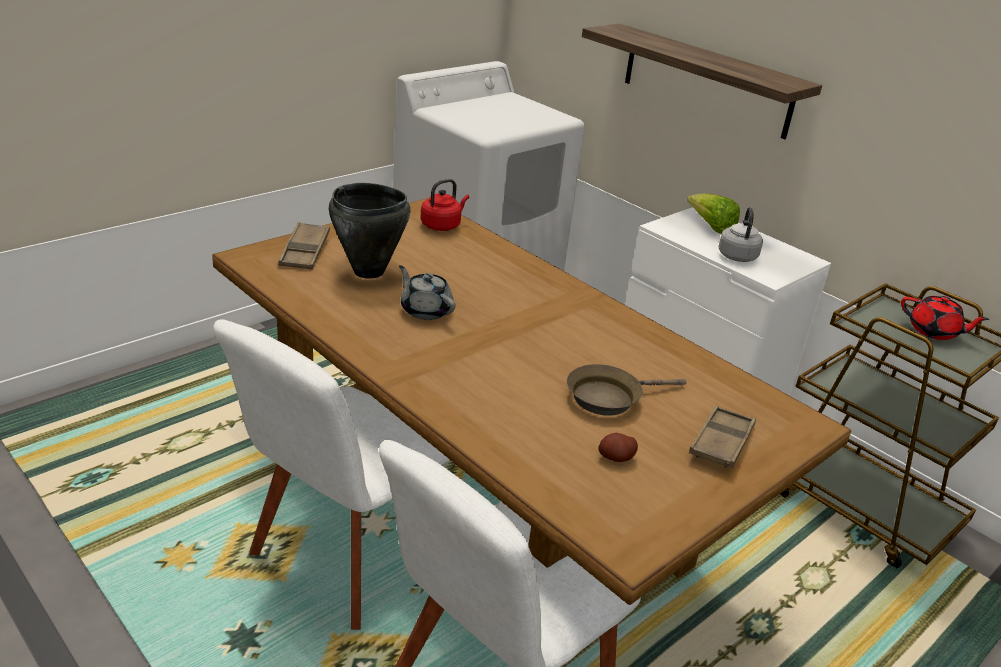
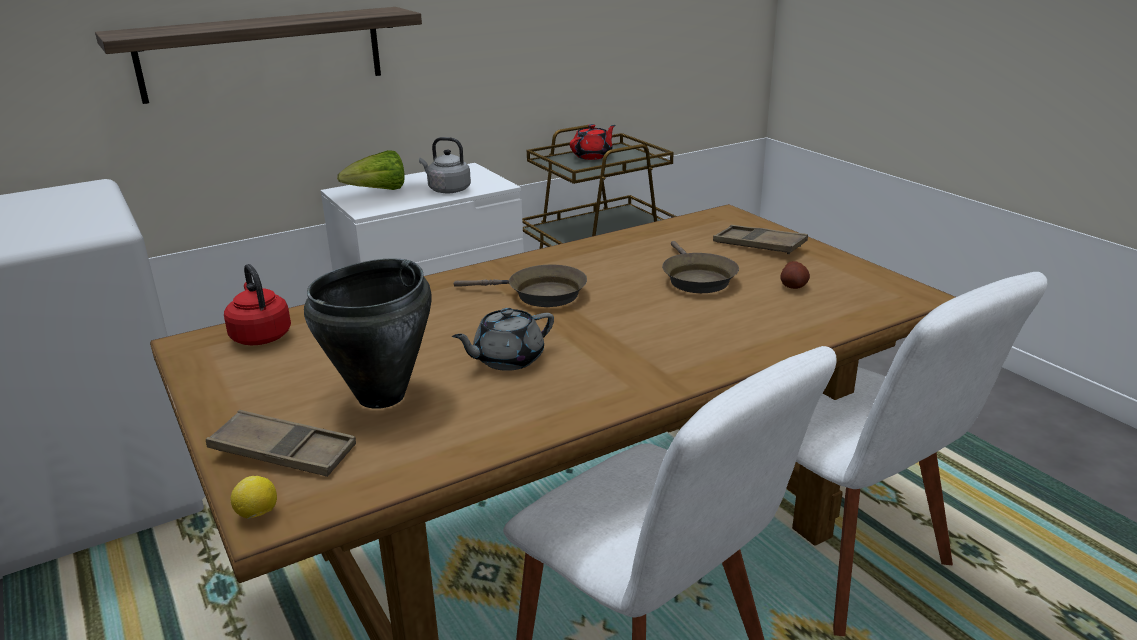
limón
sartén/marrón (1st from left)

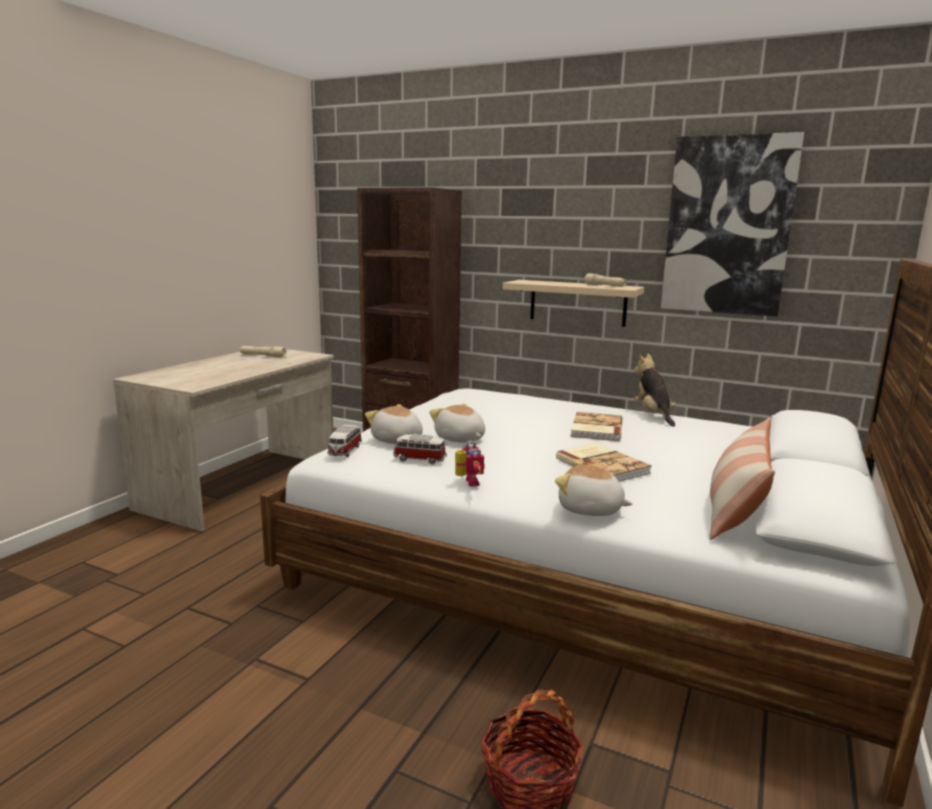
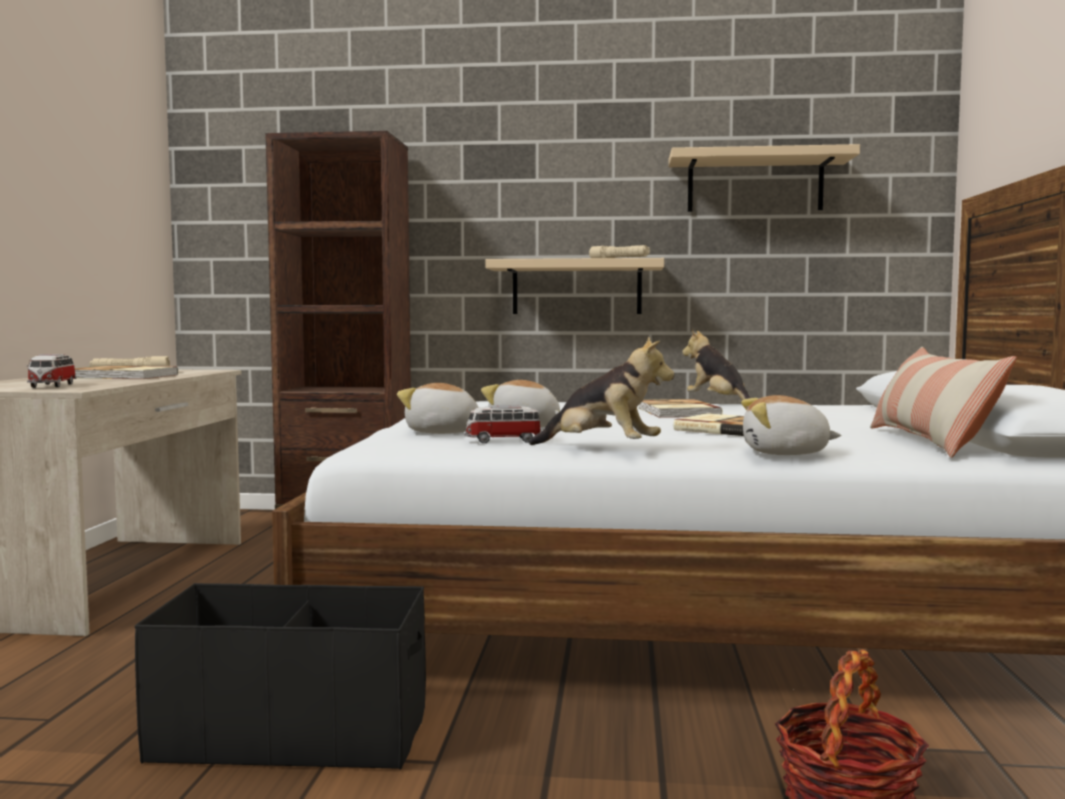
coche de juguete (1st from left)
peluche (3rd from left)
estante/beis (2nd from left)
libro (1st from left)
caja de almacenaje/negro

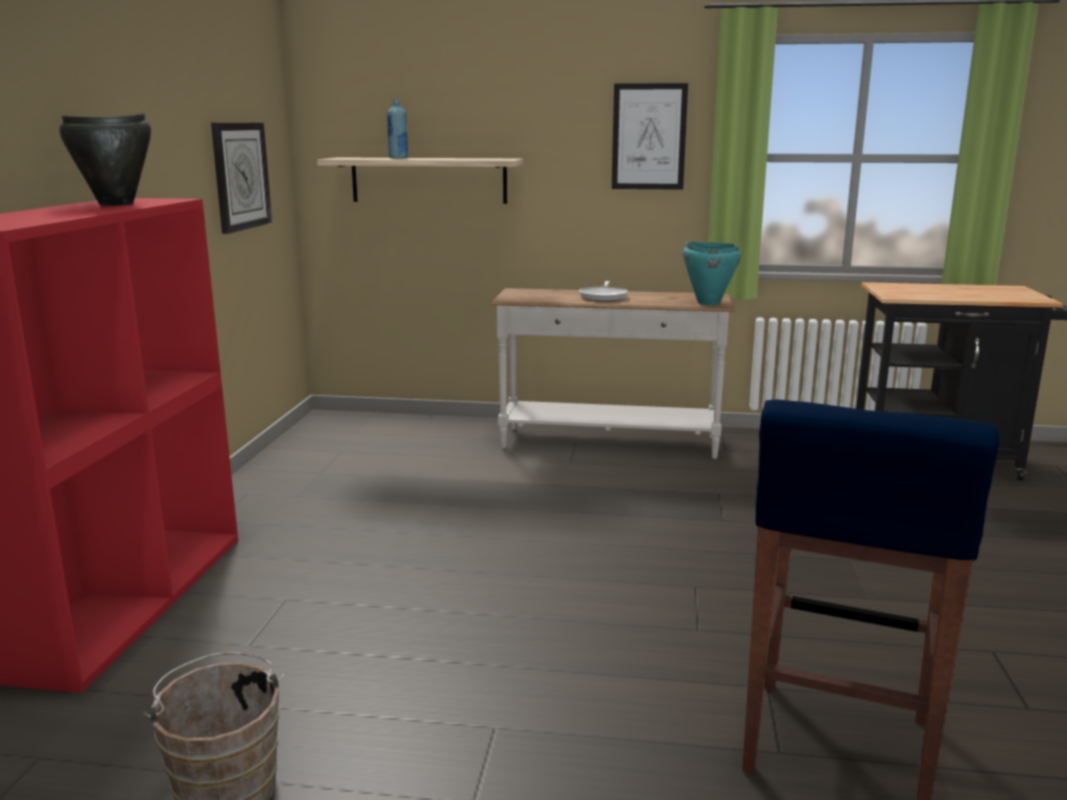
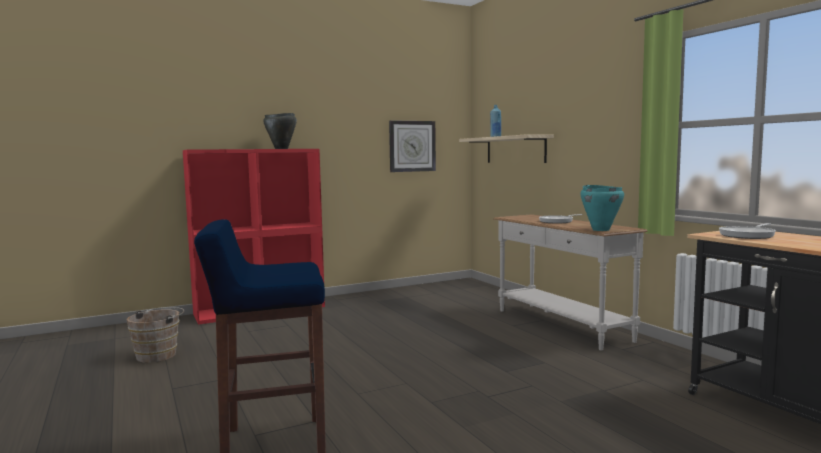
cuadro
sartén (2nd from left)

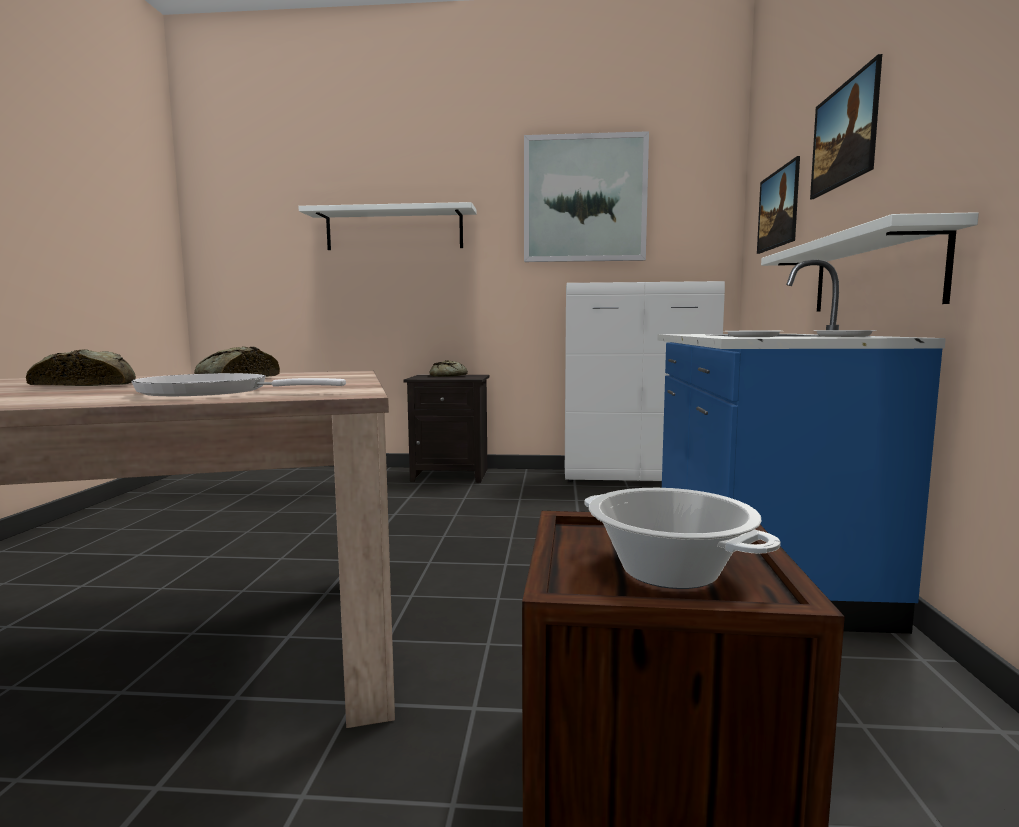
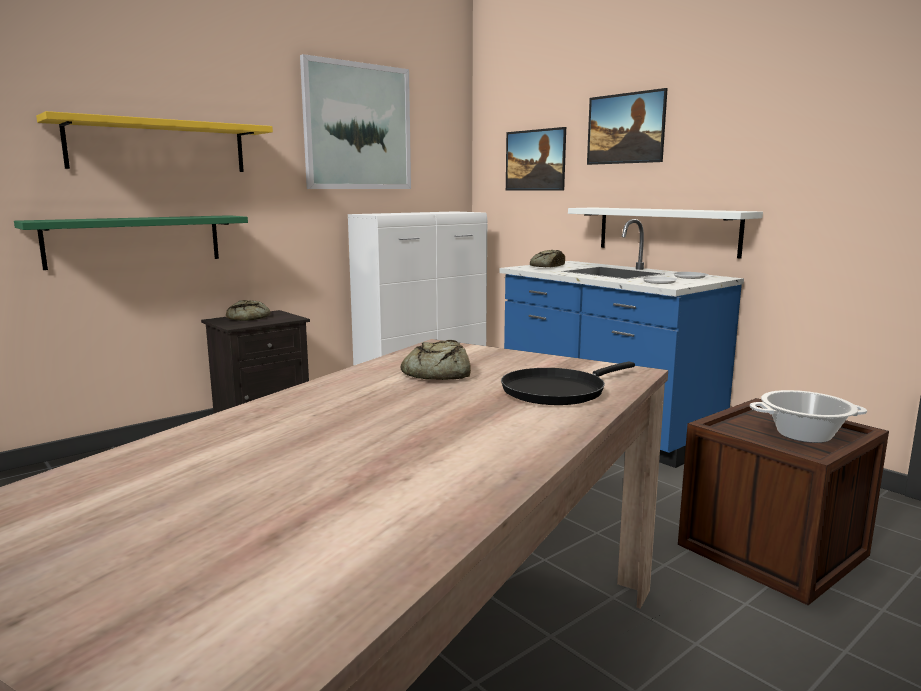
pan (3rd from left)
sartén/negro
estante/amarillo
estante/verde

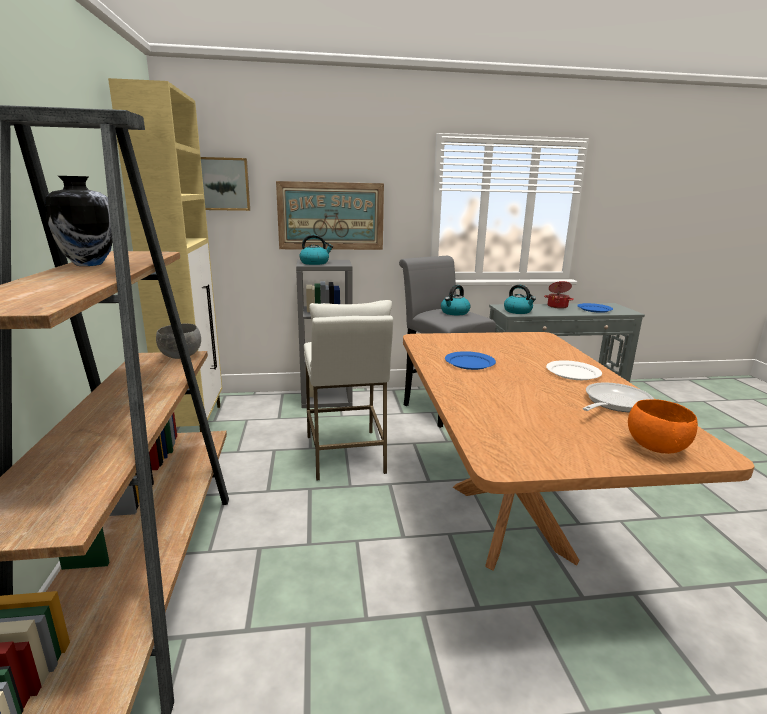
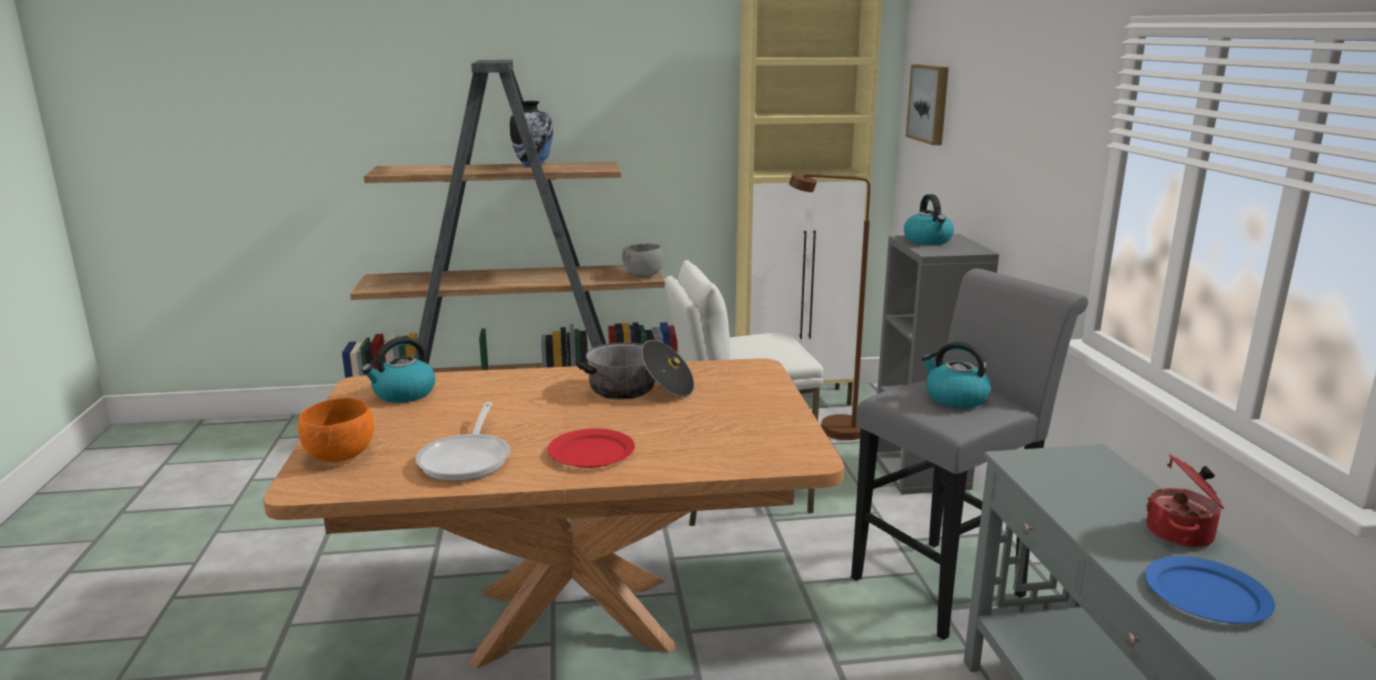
cuadro (2nd from left in the first image)
olla (1st from left)
hervidor (1st from left)
plato/rojo
sartén
lámpara de pie/marrón

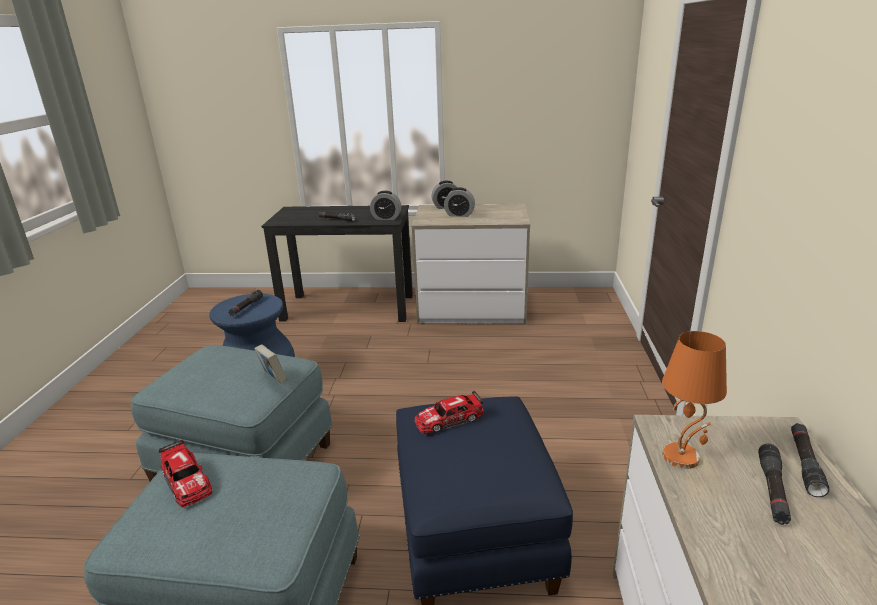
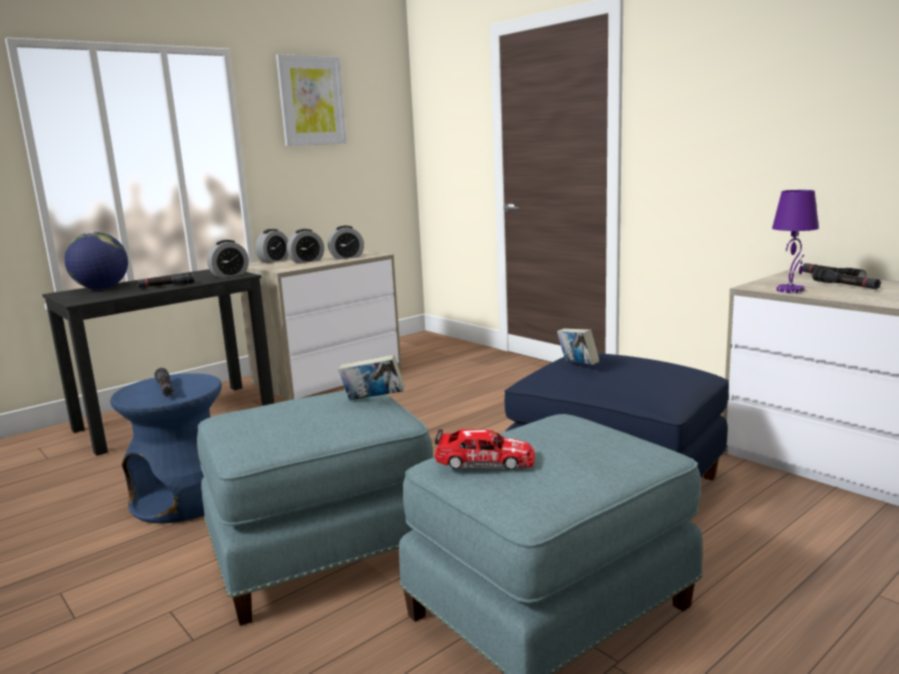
libro (2nd from left)
lámpara de mesa/morado
globo terráqueo
cuadro
despertador (4th from left)

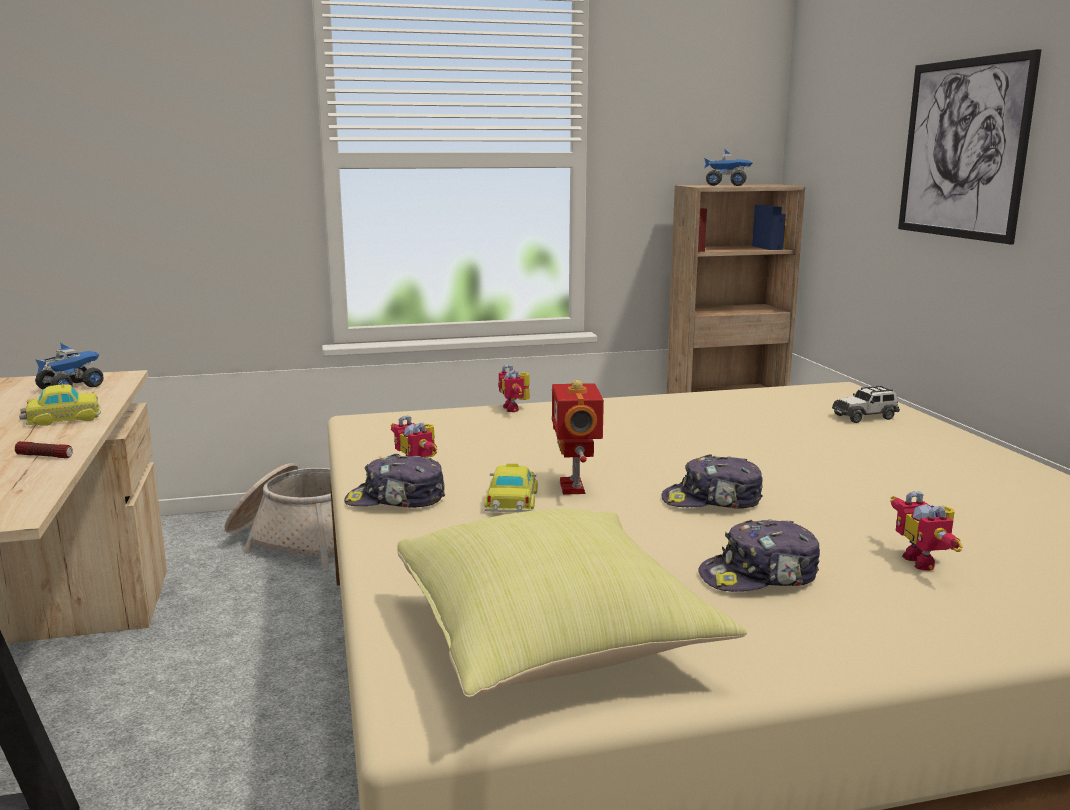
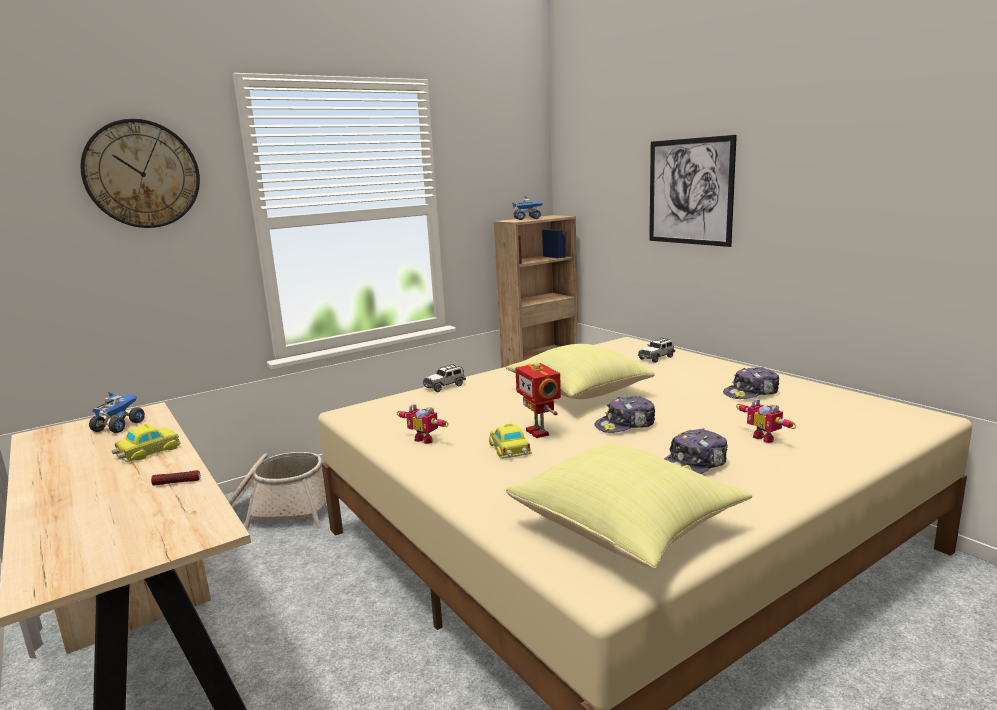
gorra (3rd from left)
coche de juguete (2nd from left)
reloj de pared
cojín/amarillo (1st from left)

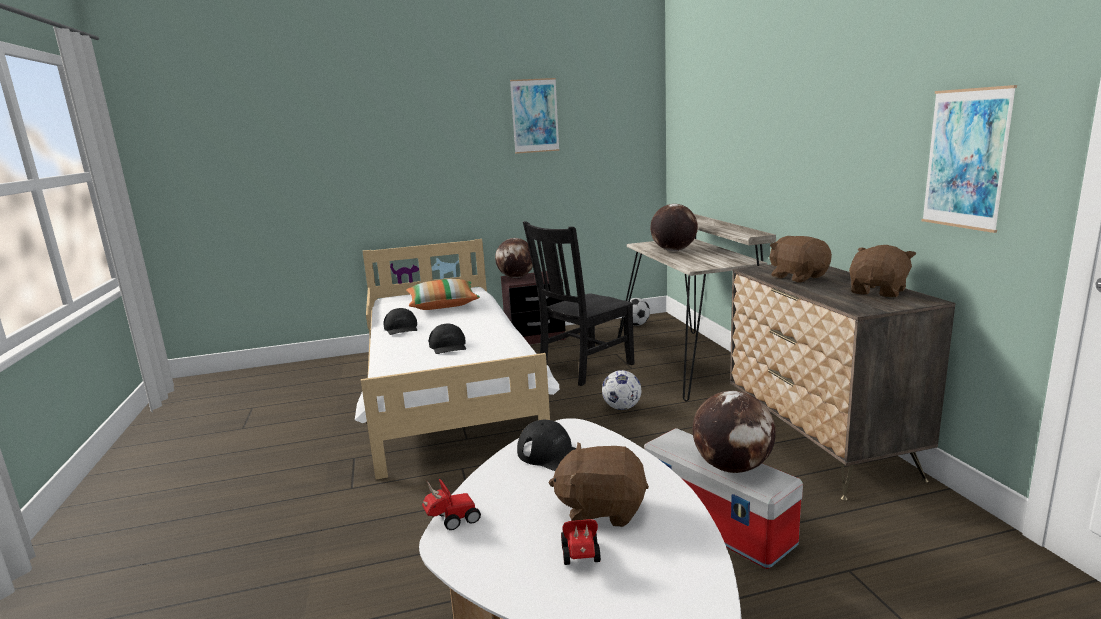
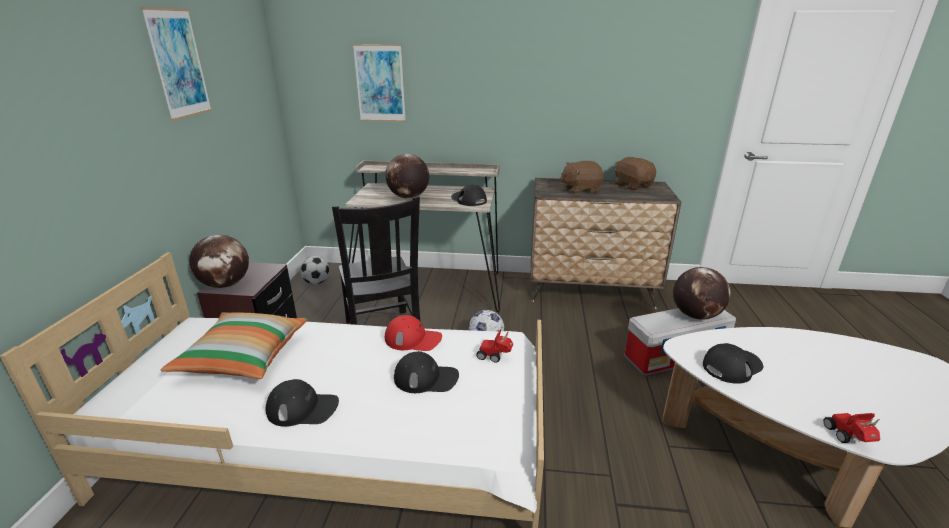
peluche/marrón (1st from left in the first image)
coche de juguete (1st from left)
cuadro (2nd from left)
gorra/rojo
gorra/negro (3rd from left)

